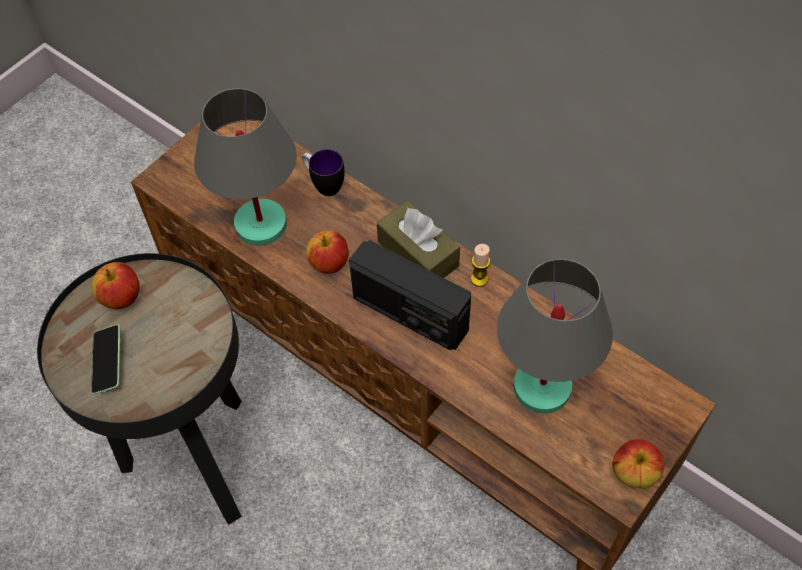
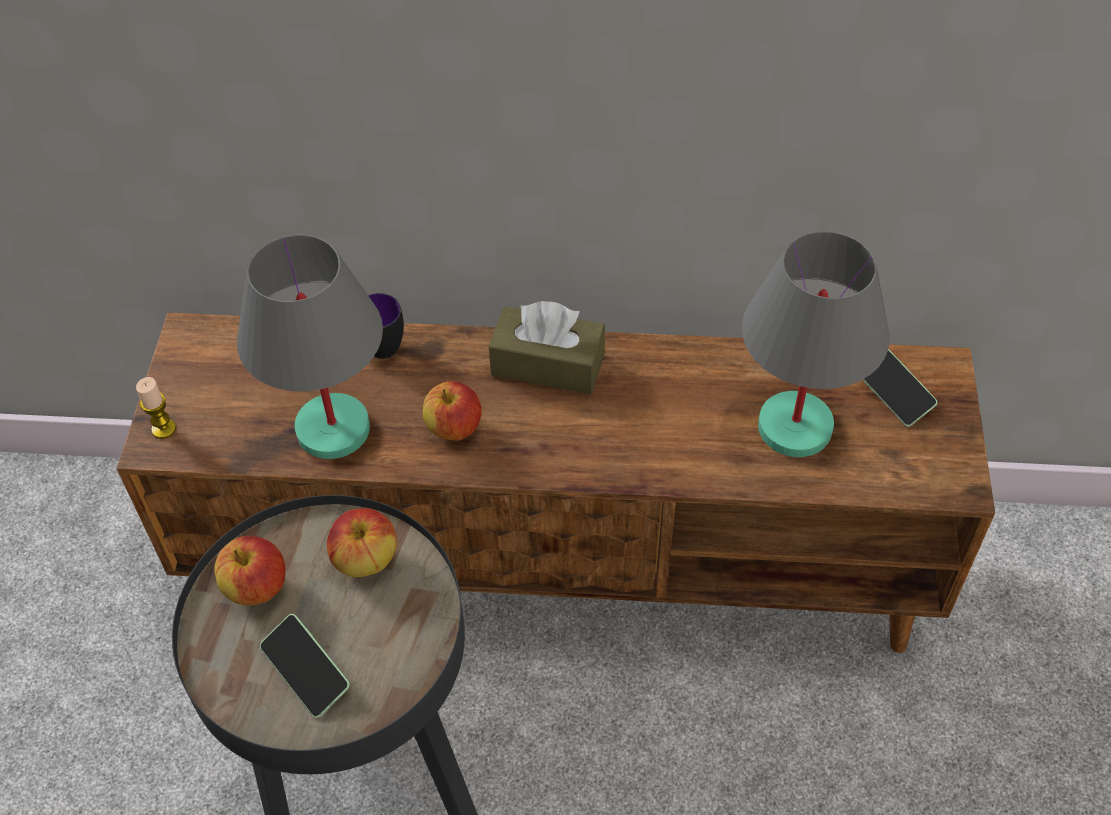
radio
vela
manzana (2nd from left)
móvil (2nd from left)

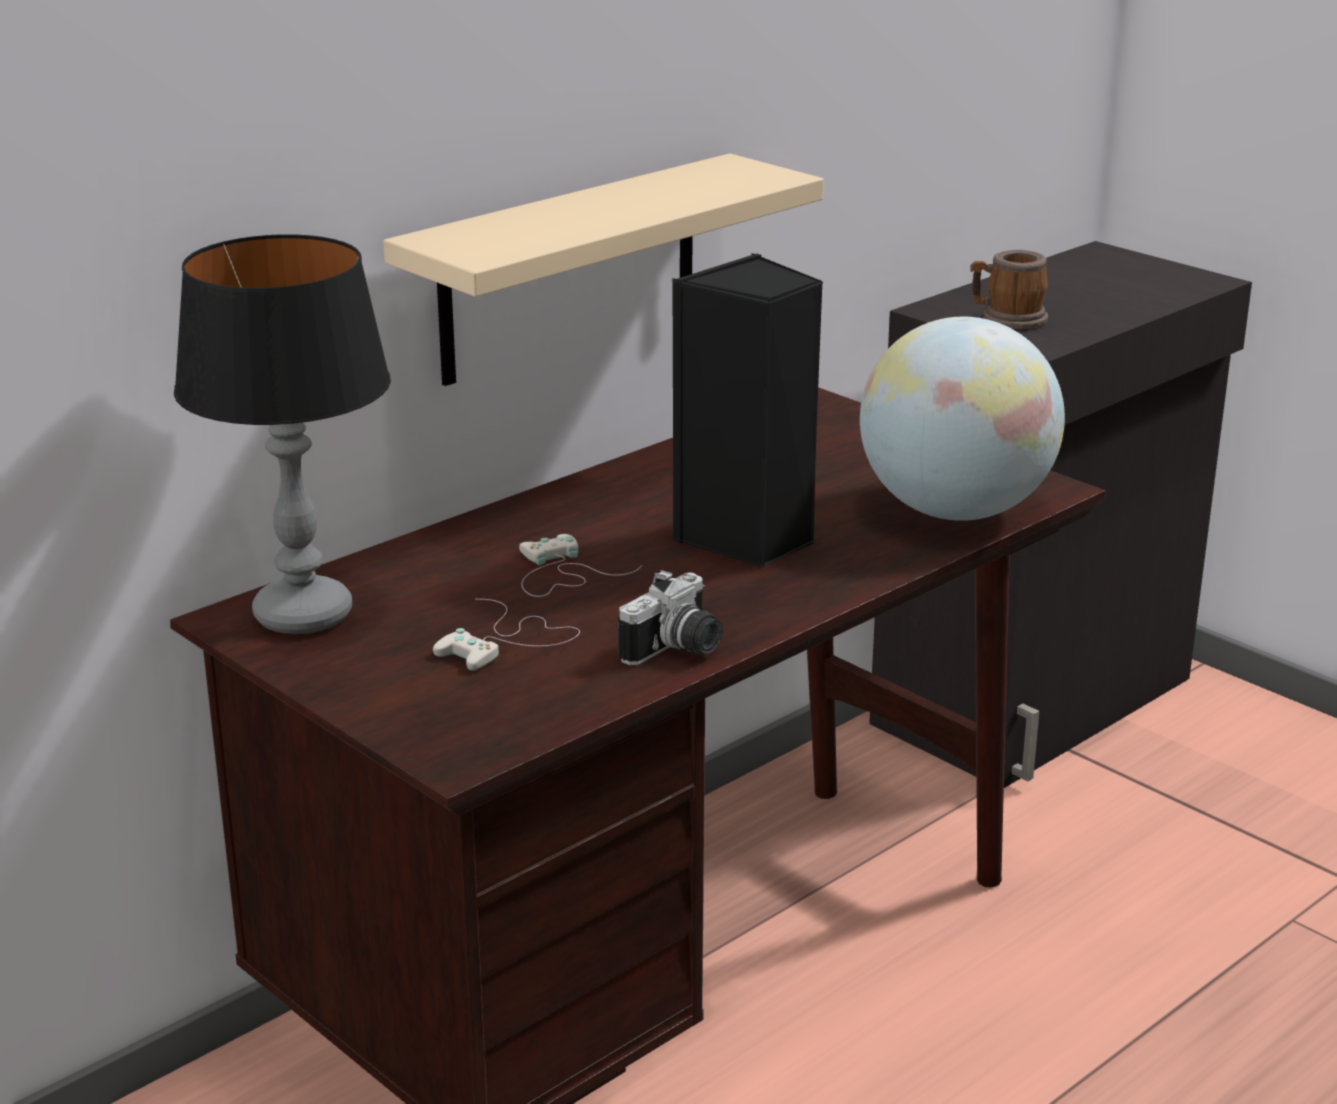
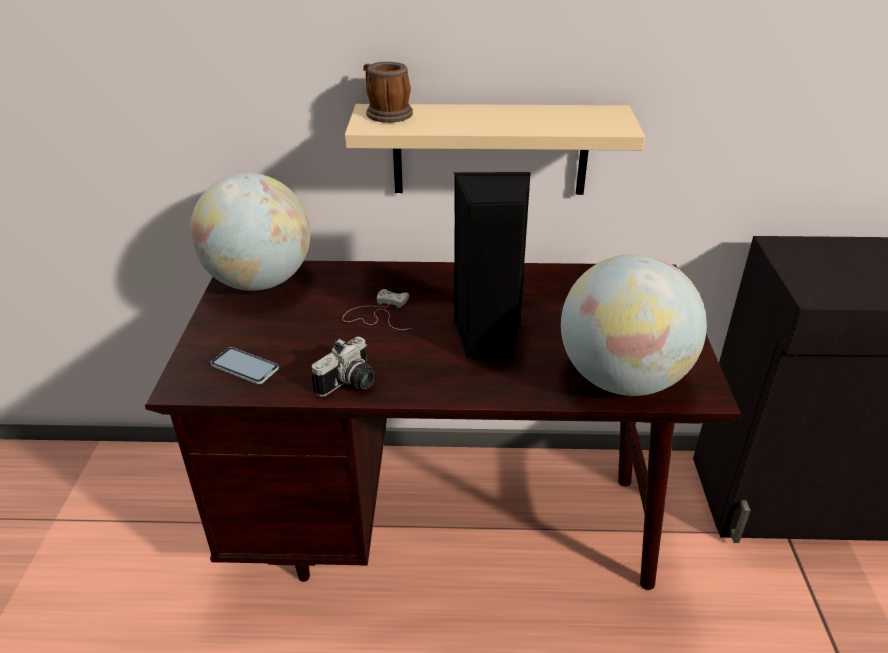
globo terráqueo (1st from left)
mando de consola/blanco (1st from left in the first image)
cámara
taza grande
móvil

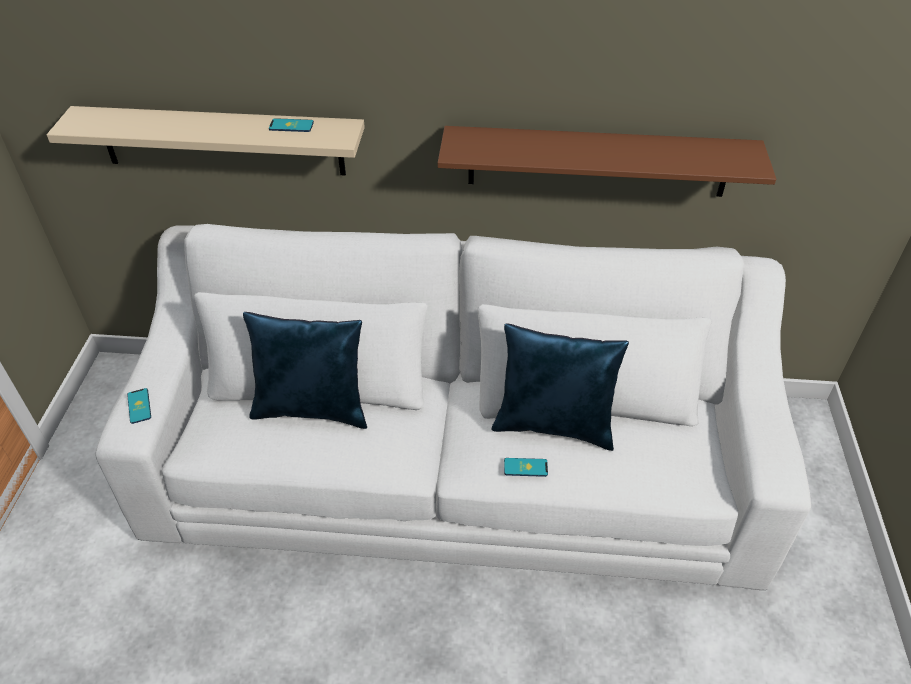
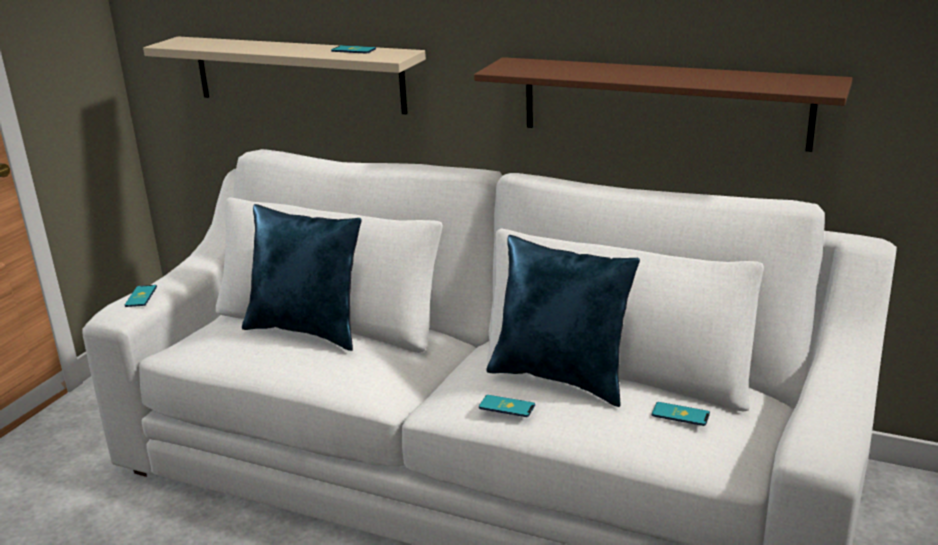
móvil (4th from left)

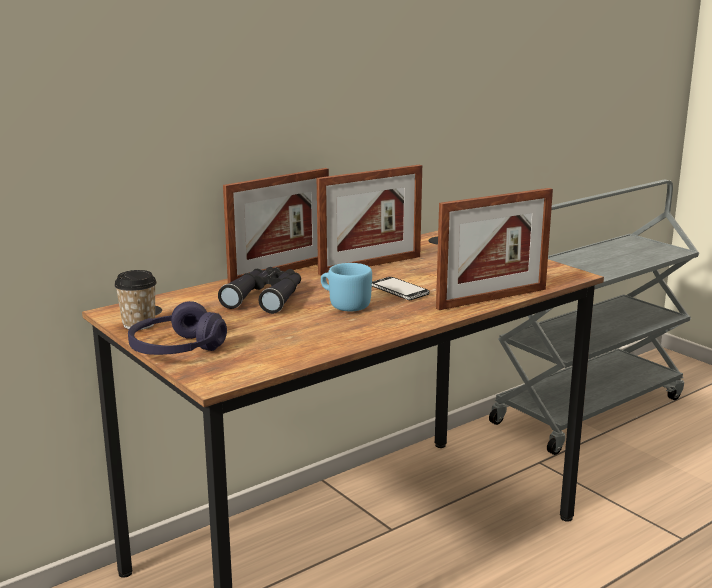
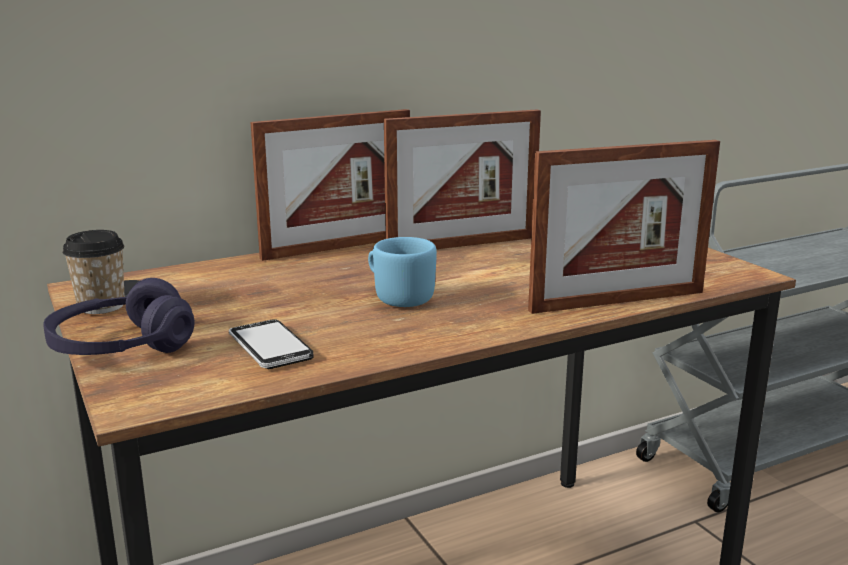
prismáticos/negro
móvil

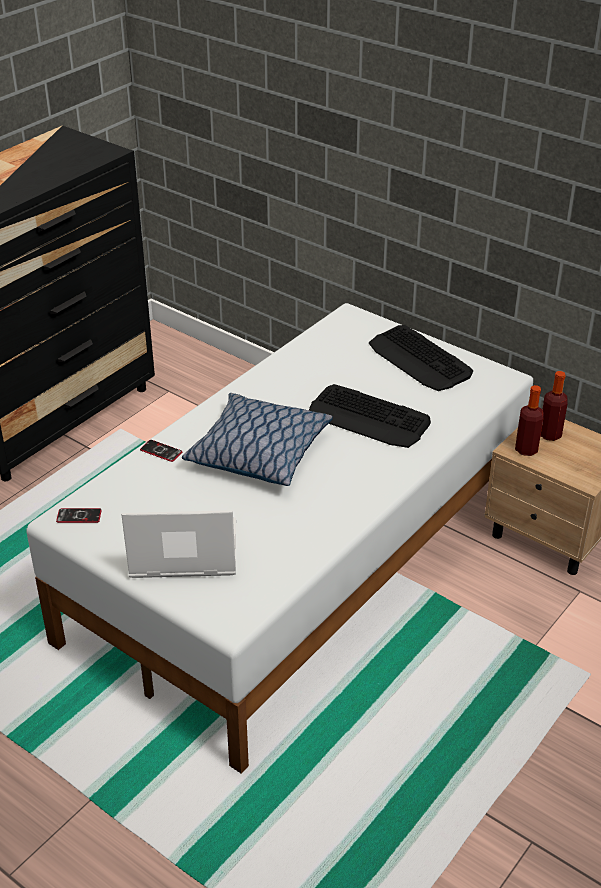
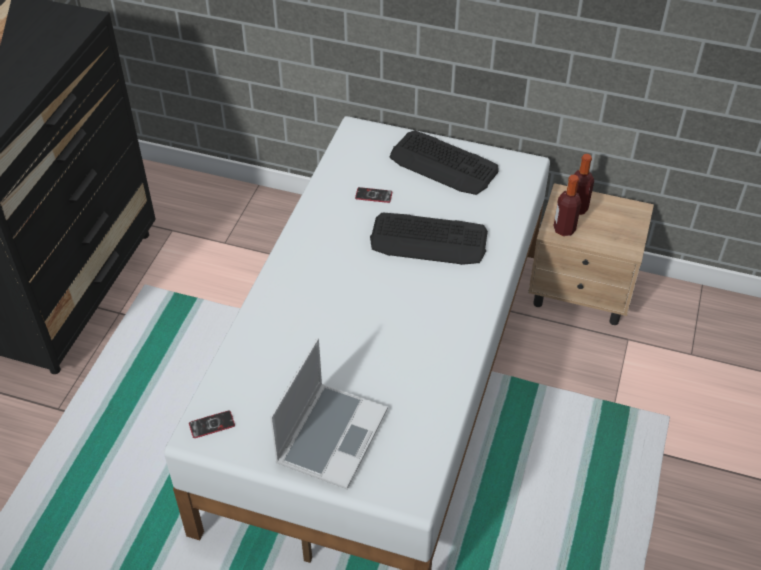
portátil
móvil (2nd from left)
cojín

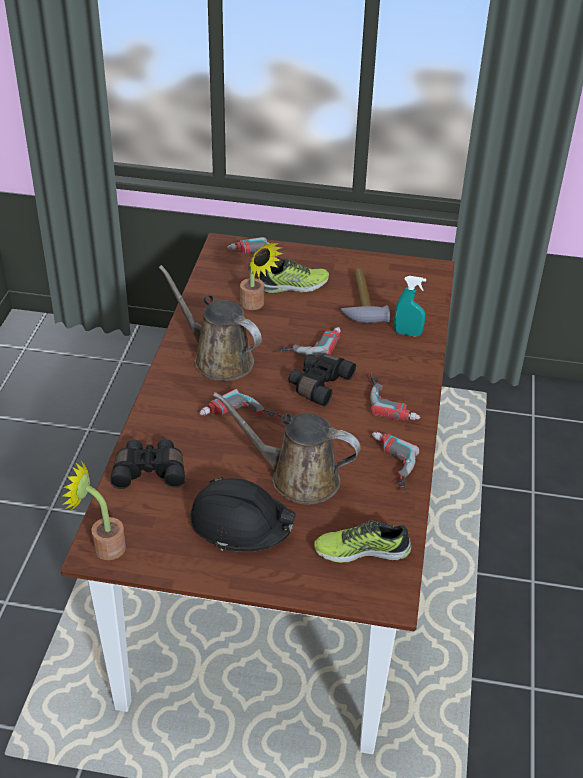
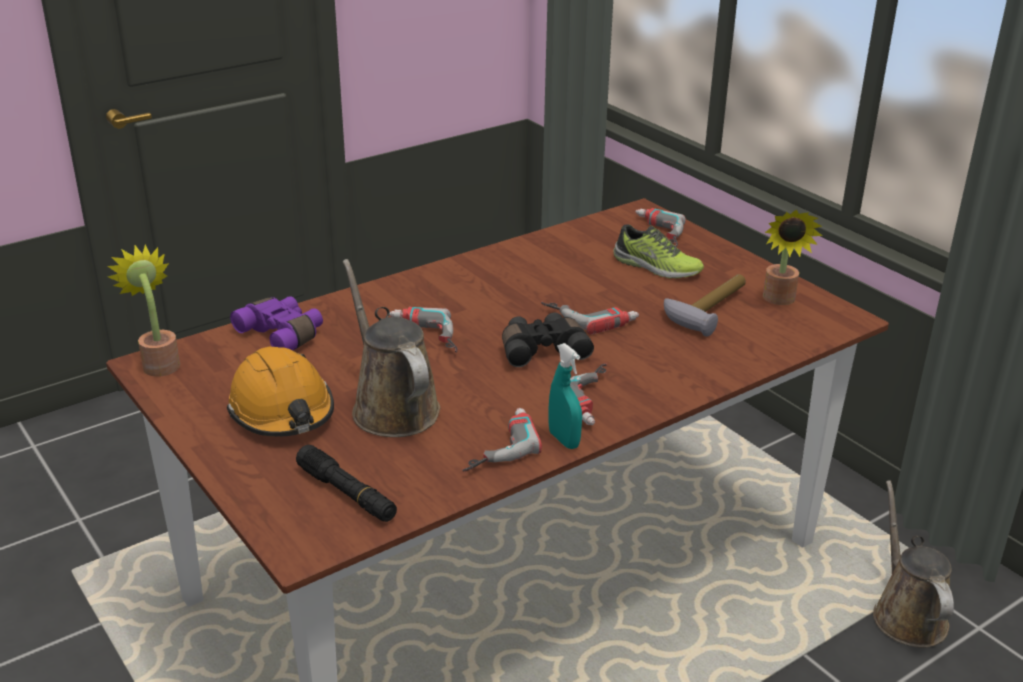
prismáticos/morado
regadera/marrón (2nd from left)
casco/naranja
planta en maceta (2nd from left)
linterna/negro
pulverizador/turquesa

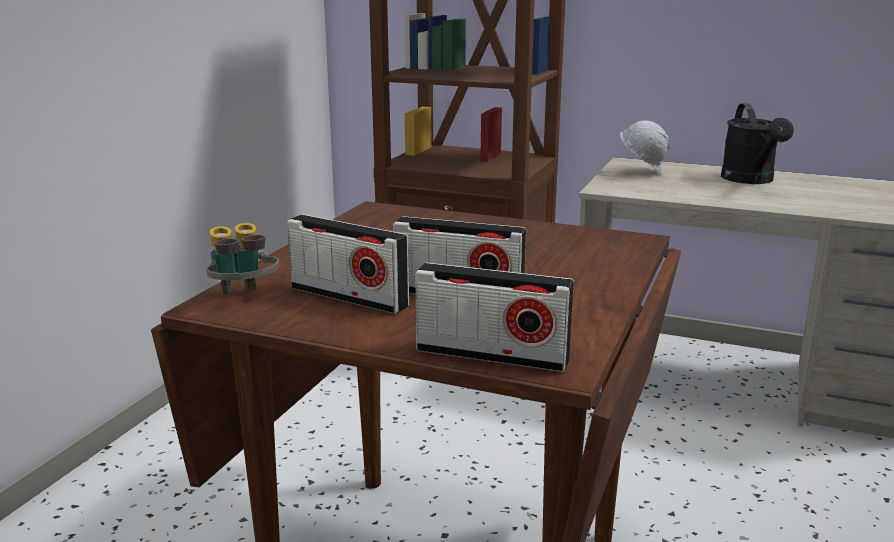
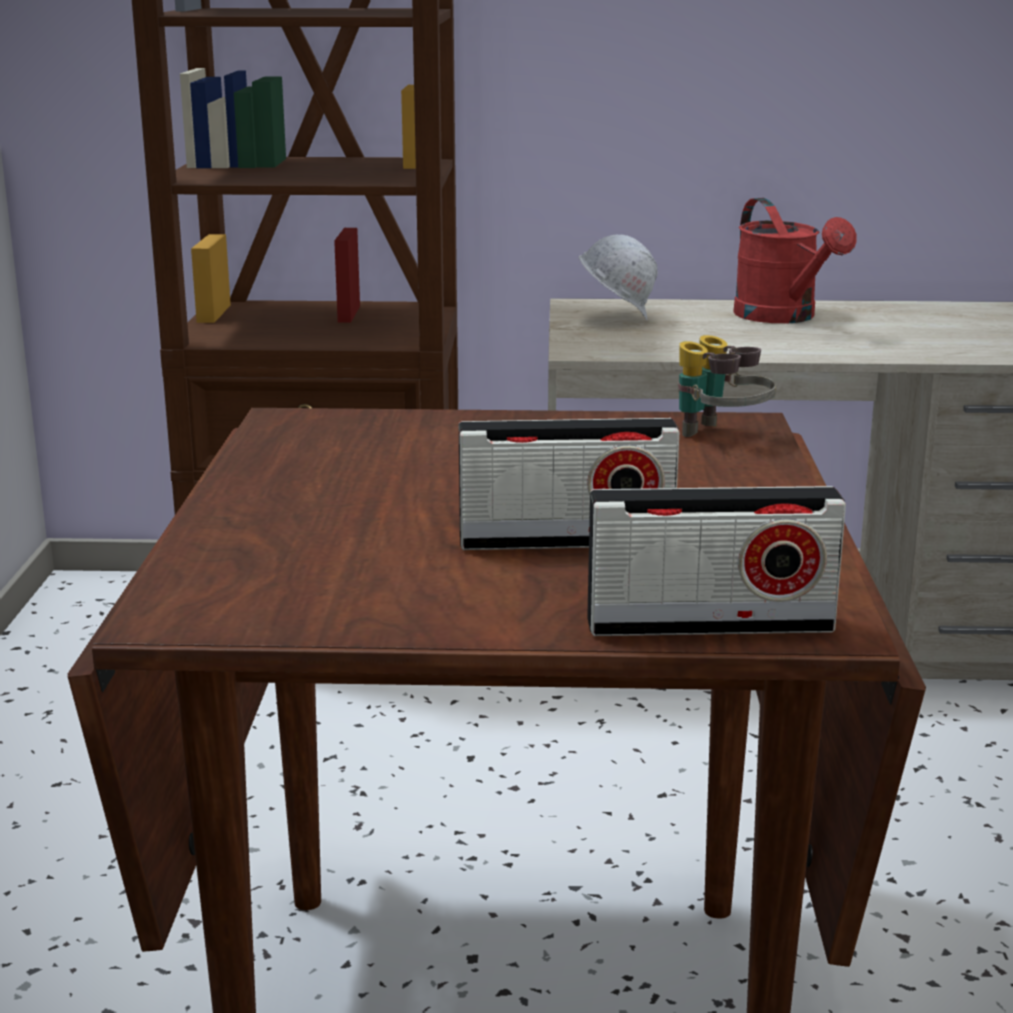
prismáticos
radio (1st from left in the first image)
regadera/rojo

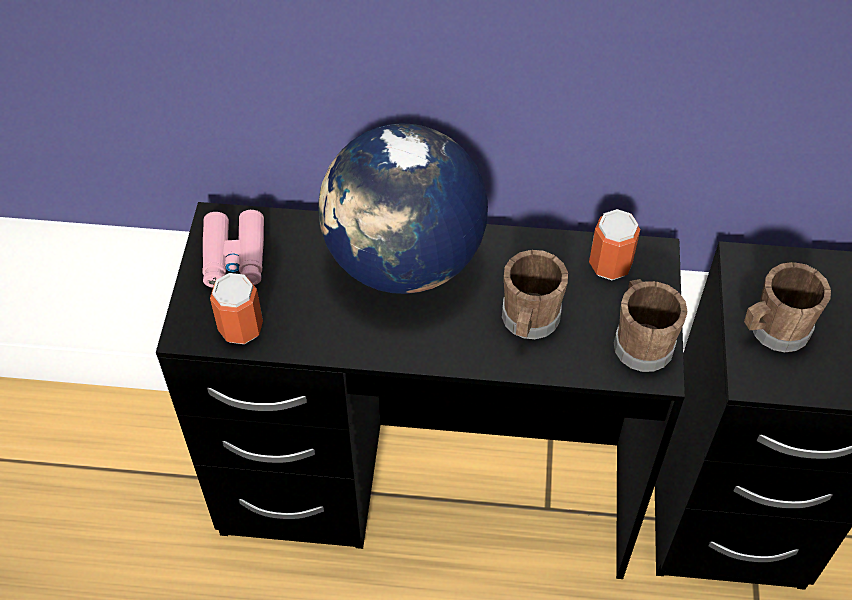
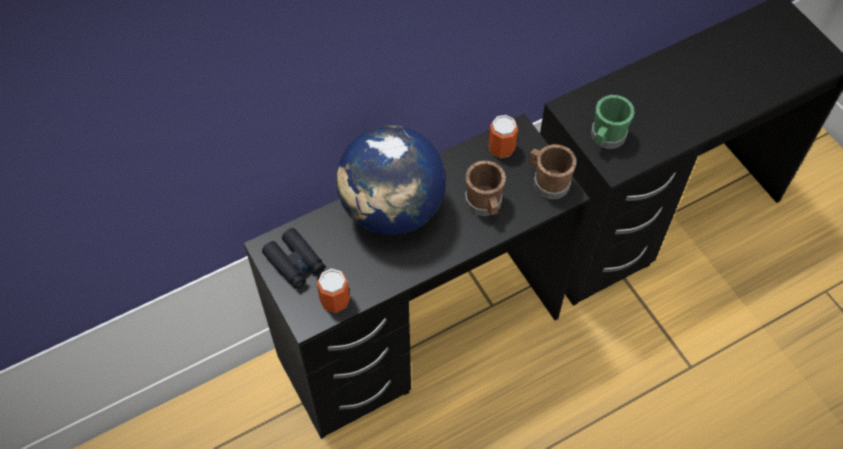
prismáticos/negro
taza grande/verde

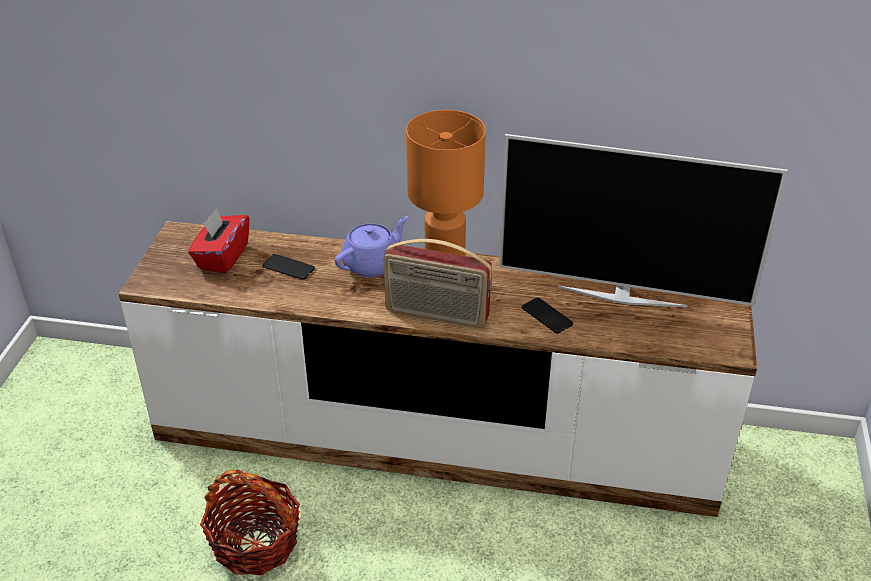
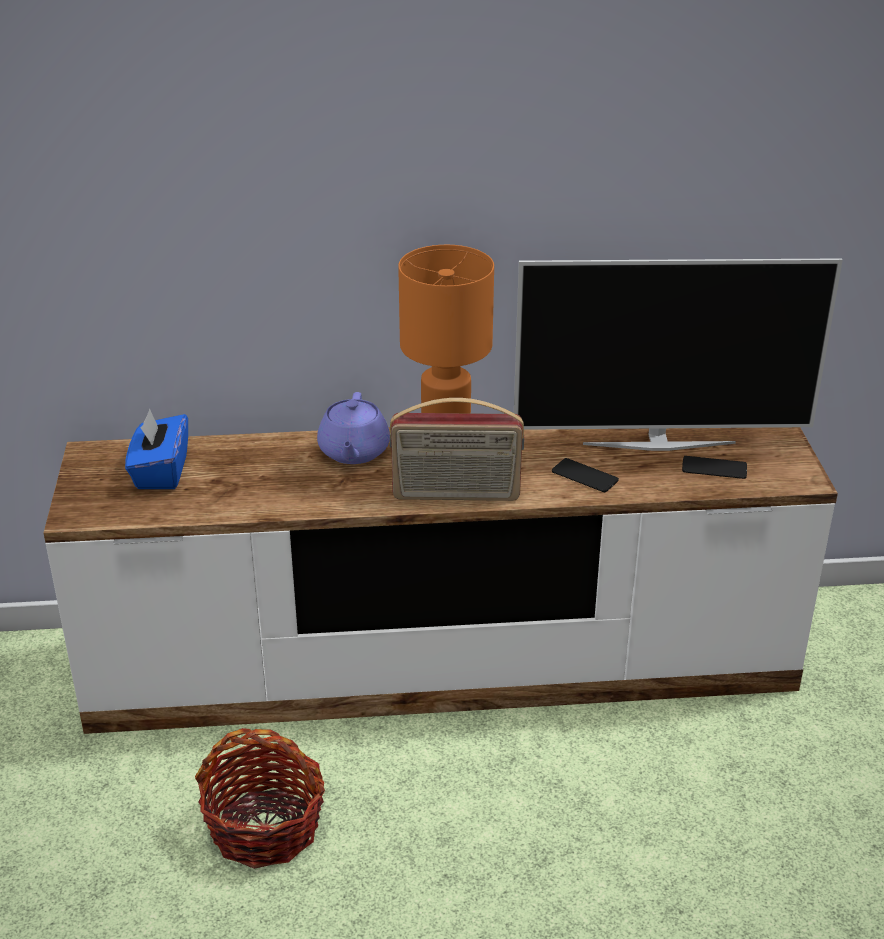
caja de pañuelos/azul
móvil (2nd from left)
tetera/morado

